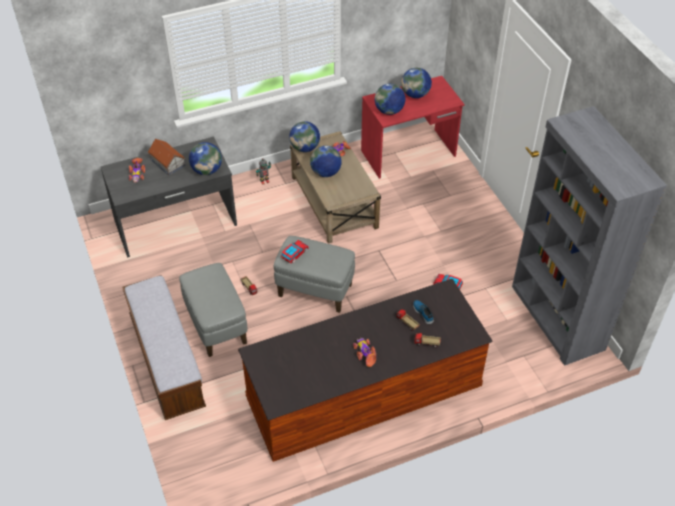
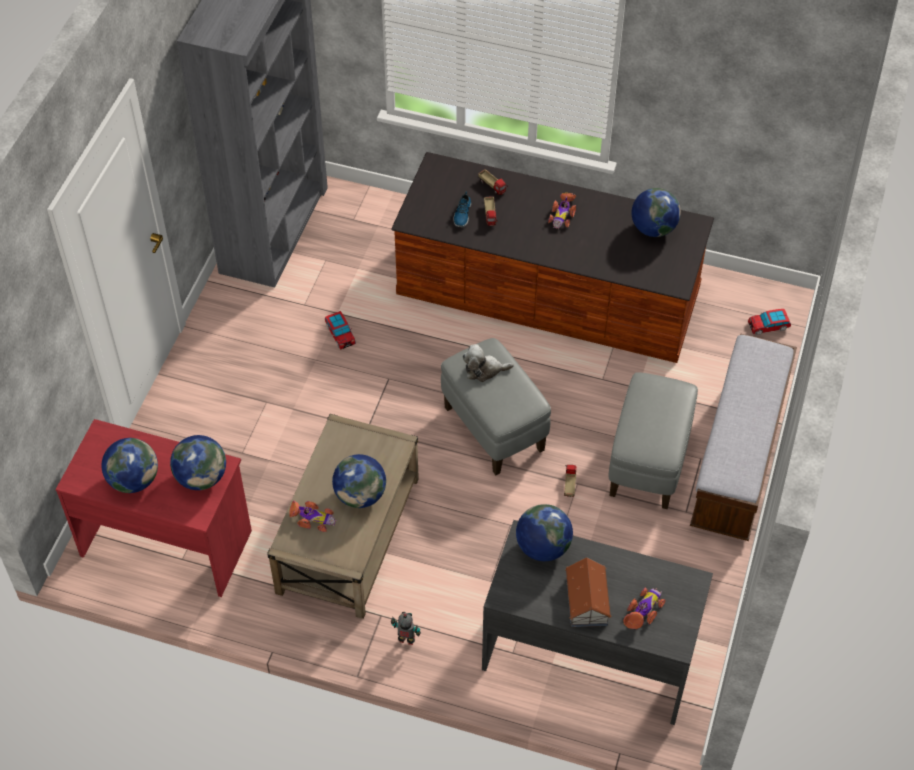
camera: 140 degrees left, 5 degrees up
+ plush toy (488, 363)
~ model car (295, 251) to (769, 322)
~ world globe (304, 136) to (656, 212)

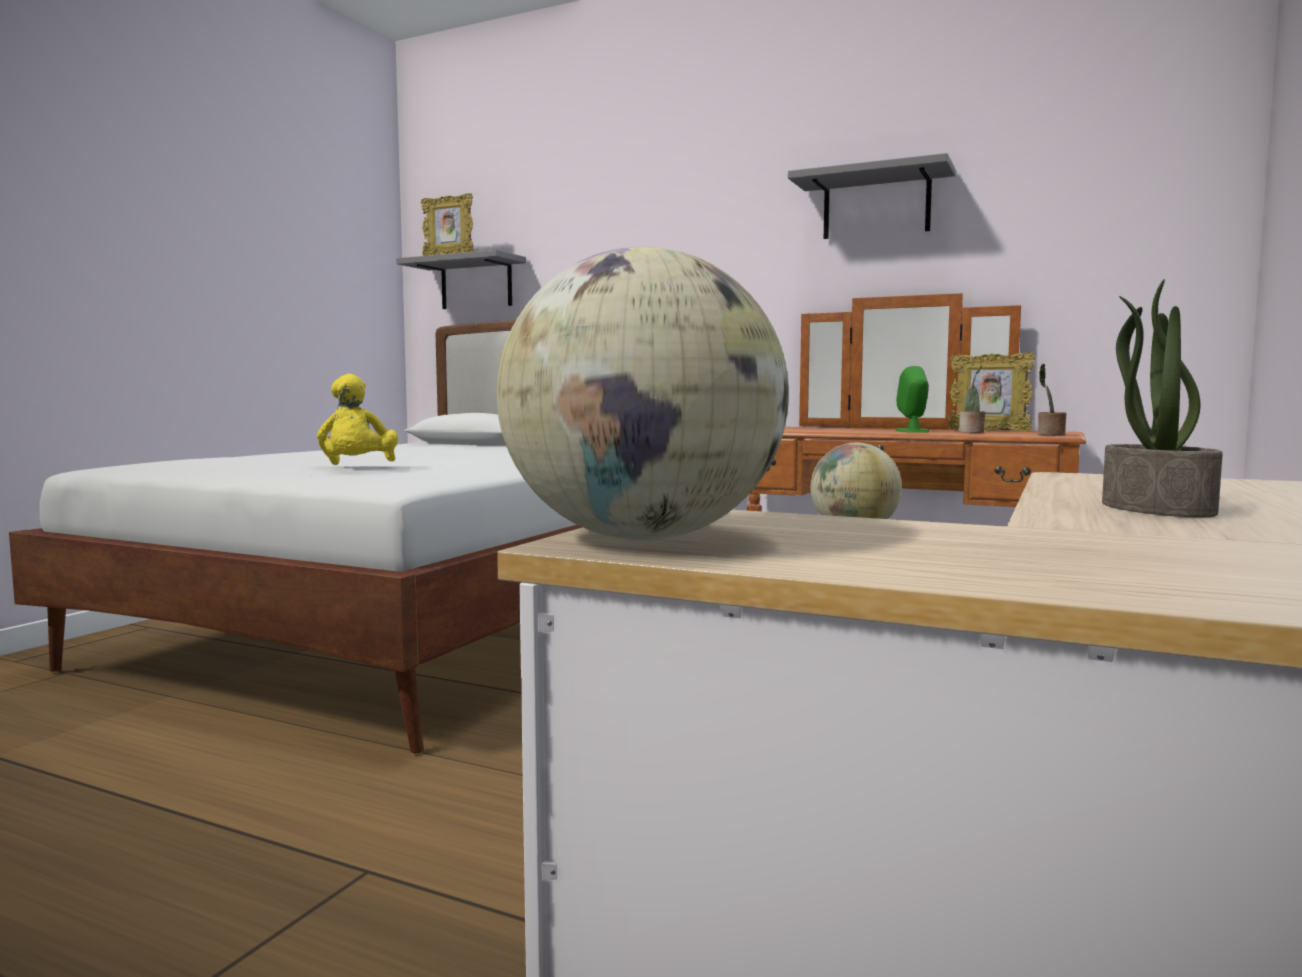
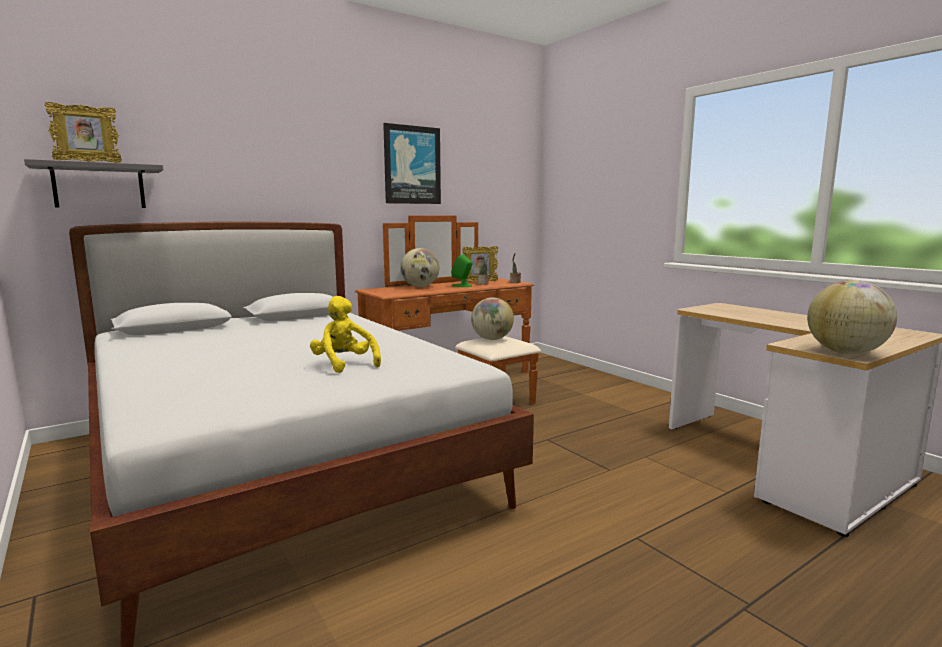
camera: 60 degrees left, 5 degrees up
- houseplant (1162, 398)
+ world globe (419, 267)
~ greyish wall shelf (871, 196) to wall art (412, 163)
~ yellow-coloured plush toy (357, 419) = (345, 334) 150 degrees counterclockwise

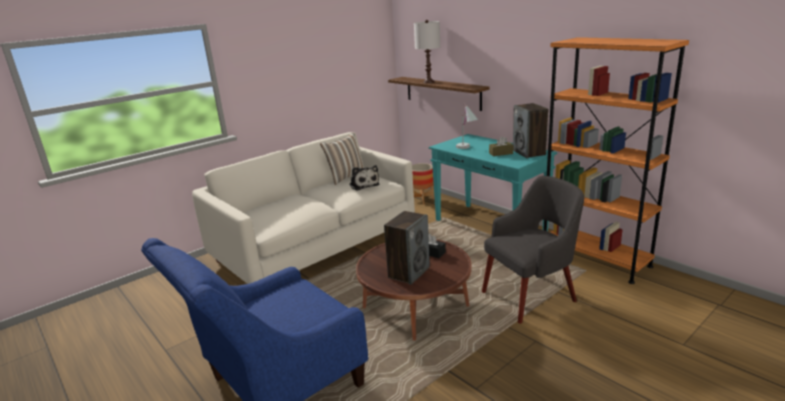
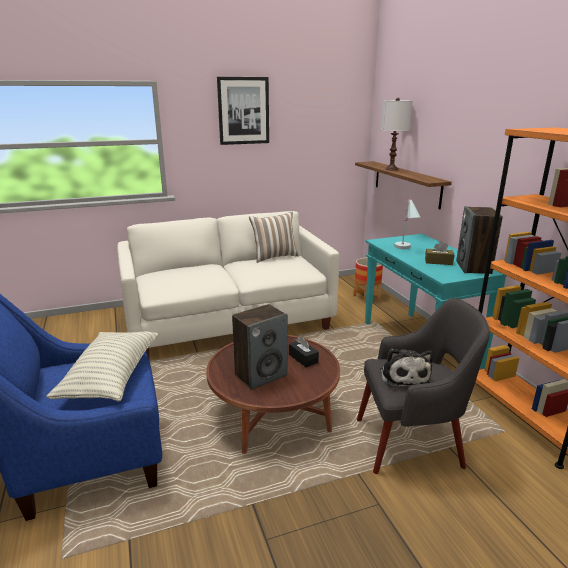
camera: 20 degrees right, 0 degrees up
+ cushion (102, 366)
+ wall art (243, 111)
~ plush toy (364, 178) to (406, 368)

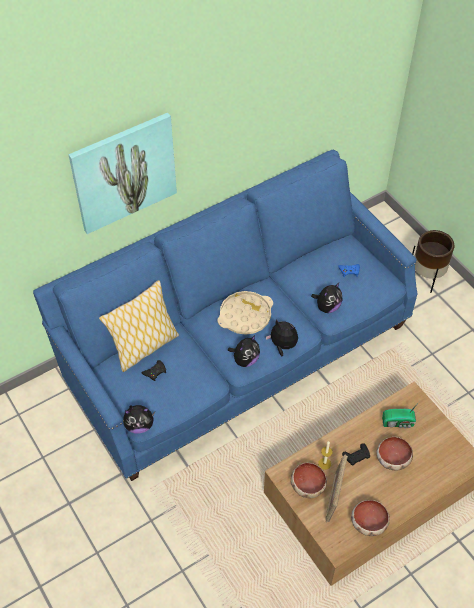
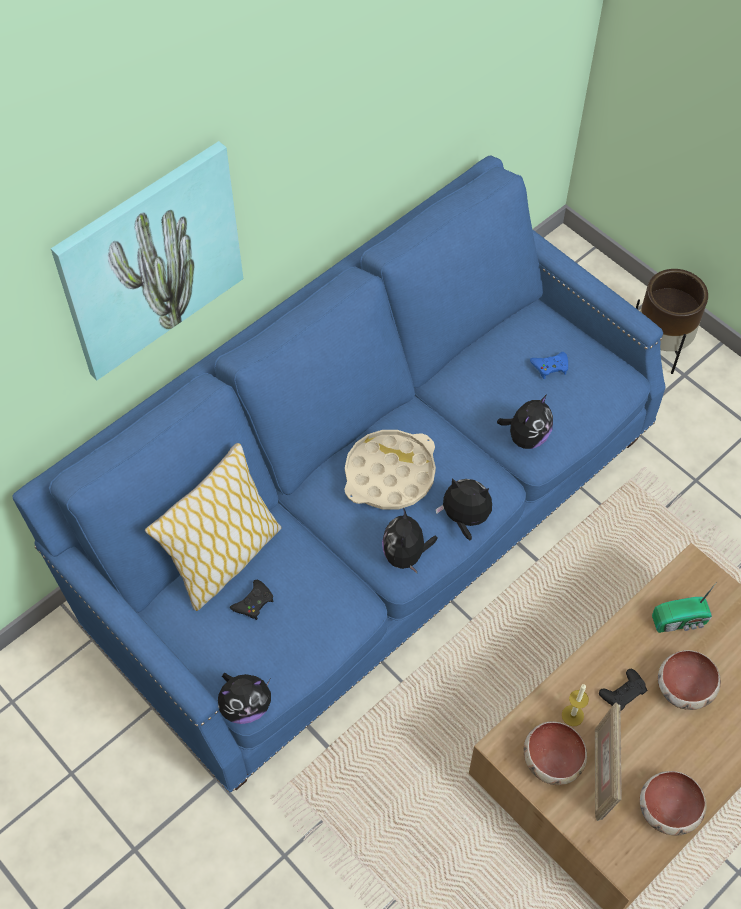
camera: 10 degrees left, 5 degrees up
~ plush toy (244, 351) = (410, 540) 150 degrees clockwise

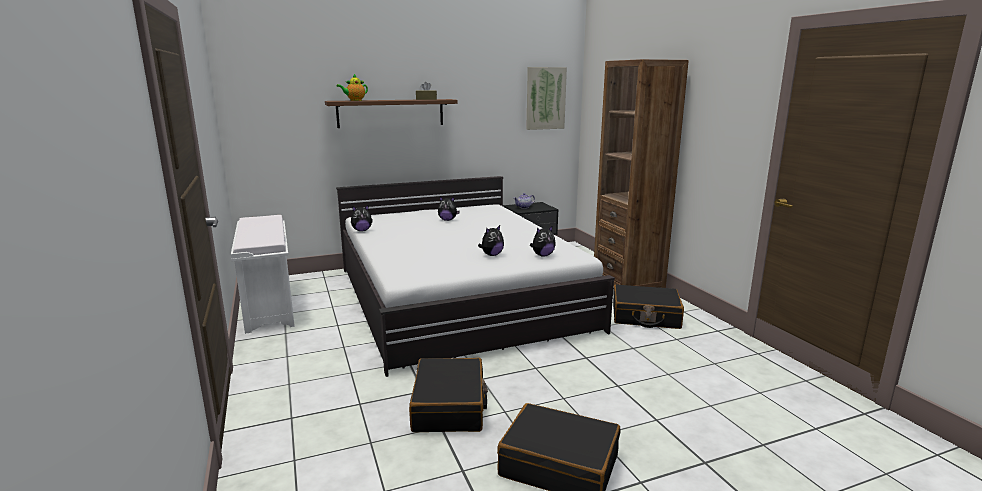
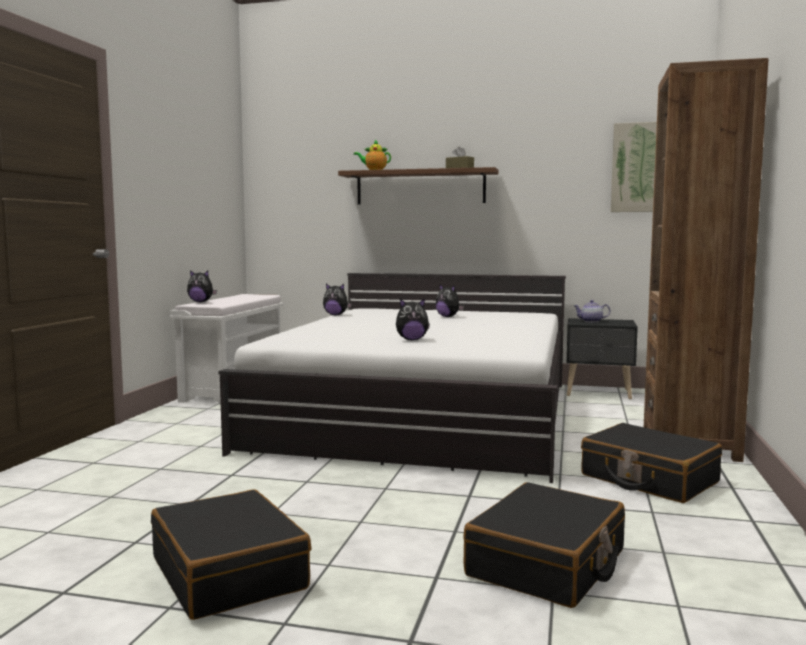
camera: 35 degrees right, 10 degrees down
~ blackish piece of luggage (448, 395) to (544, 545)
~ plush toy (543, 240) to (202, 286)

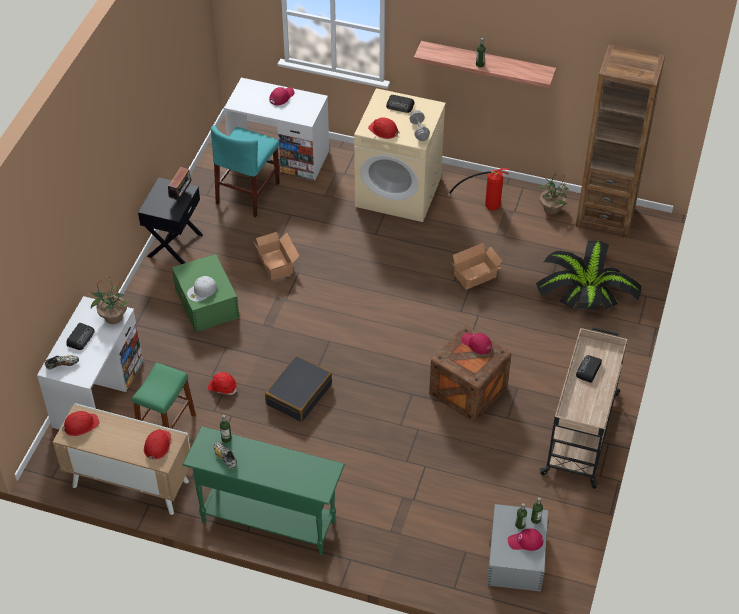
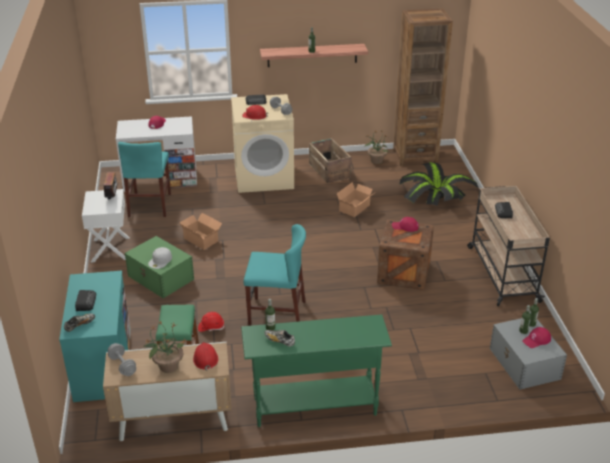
camera: 25 degrees left, 15 degrees down
~ houseplant (109, 300) to (165, 346)
~ reddish safety helmet (80, 423) to greyish dumbbell (122, 359)
~ blackish piece of luggage (298, 388) to blue-green plain chair (274, 275)
~ fire extinguisher (479, 189) to shipping crate (330, 160)
~ white desk (90, 362) to blue-green desk (95, 336)
~ blackish bedside table (170, 220) to white bedside table (106, 226)

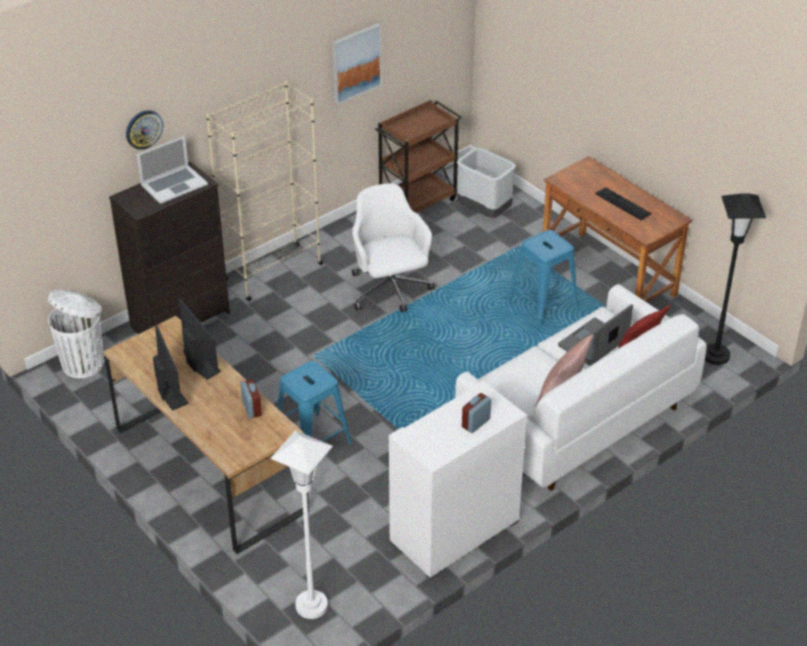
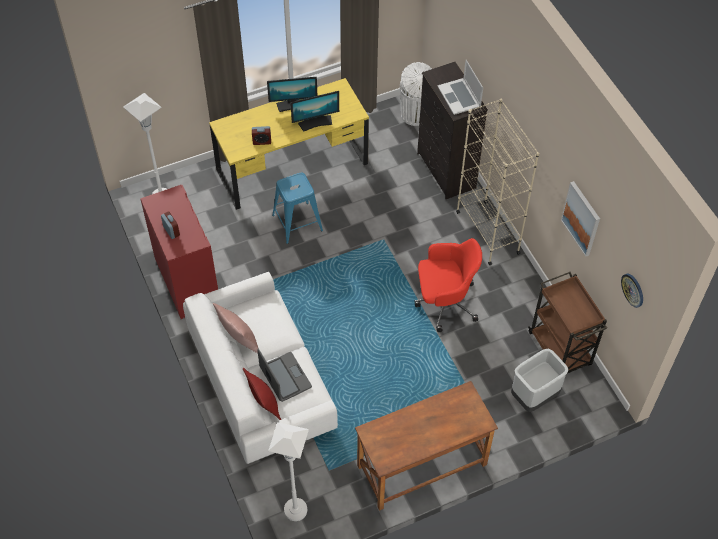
camera: 105 degrees right, 15 degrees up
- bluish stool (543, 279)
- keyboard (623, 204)
~ hanging clock (145, 130) to (632, 291)
~ brownish desk (206, 435) to yellow-coloured desk (289, 144)
~ white desk chair (393, 248) to reddish desk chair (448, 285)
~ white cabinet (458, 480) to reddish cabinet (179, 252)
~ blackish floor lamp (735, 279) to white floor lamp (288, 471)

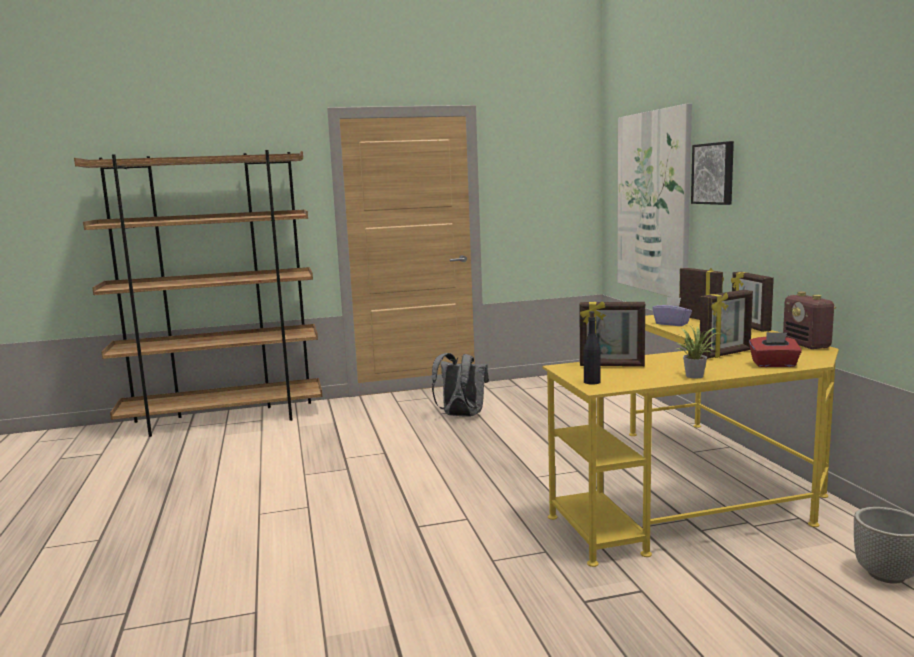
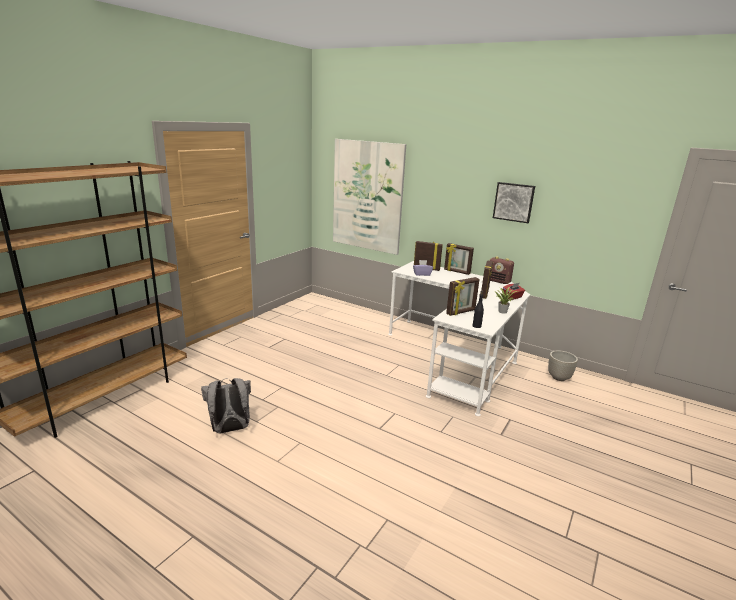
camera: 45 degrees left, 10 degrees up
~ greyish backpack (460, 385) to (226, 405)
~ wall art (712, 173) to (514, 202)
~ yellow-coloured desk (691, 441) to white desk (459, 338)

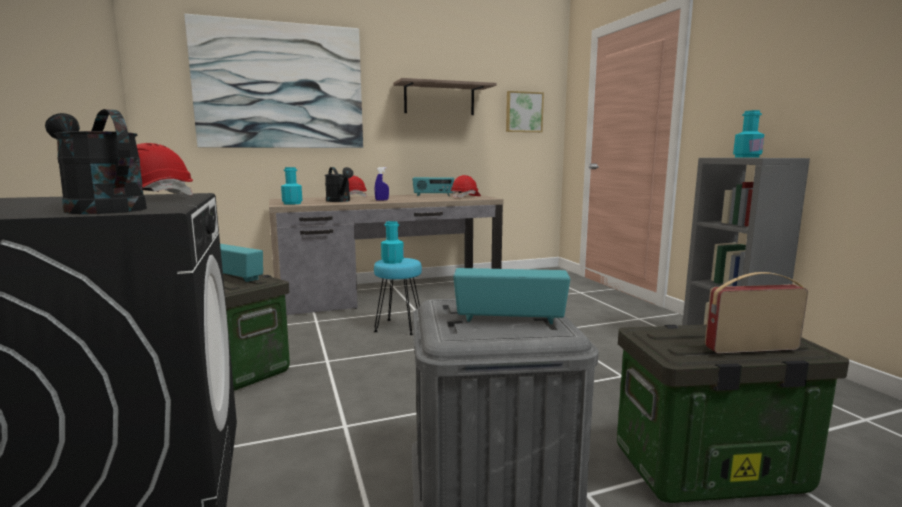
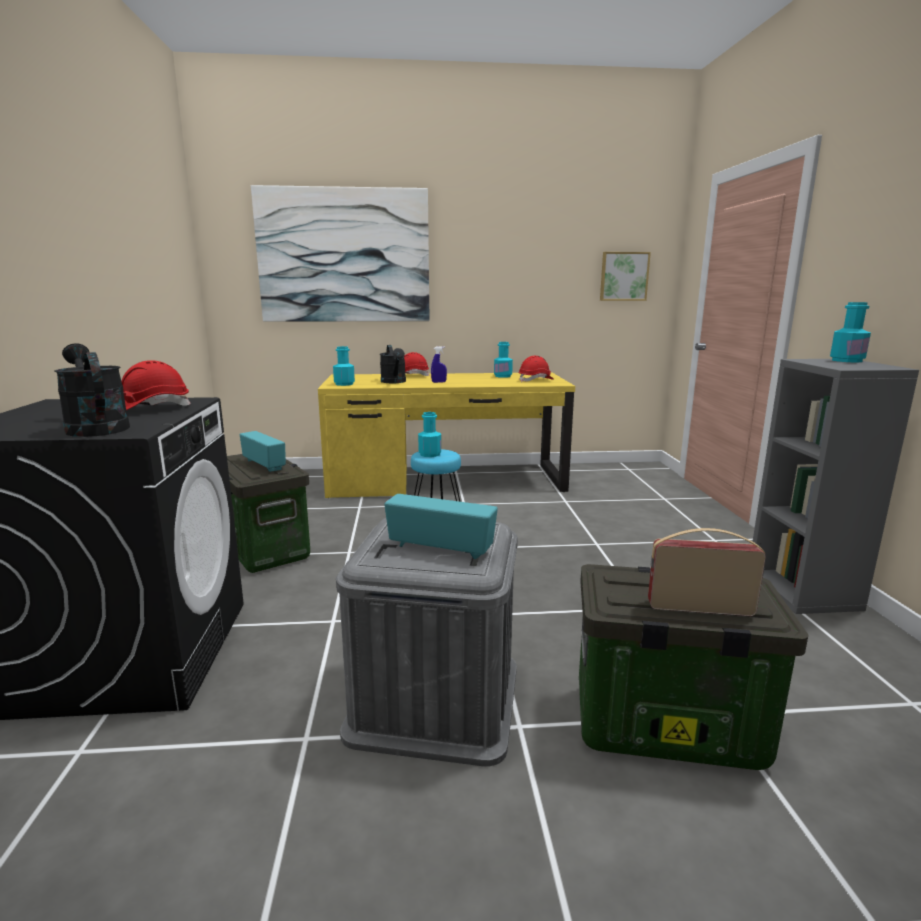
camera: 15 degrees right, 5 degrees up
- wall shelf (445, 96)
~ radio receiver (433, 186) to blue-green drink bottle (503, 360)
~ brownish desk (386, 254) to yellow-coloured desk (446, 435)

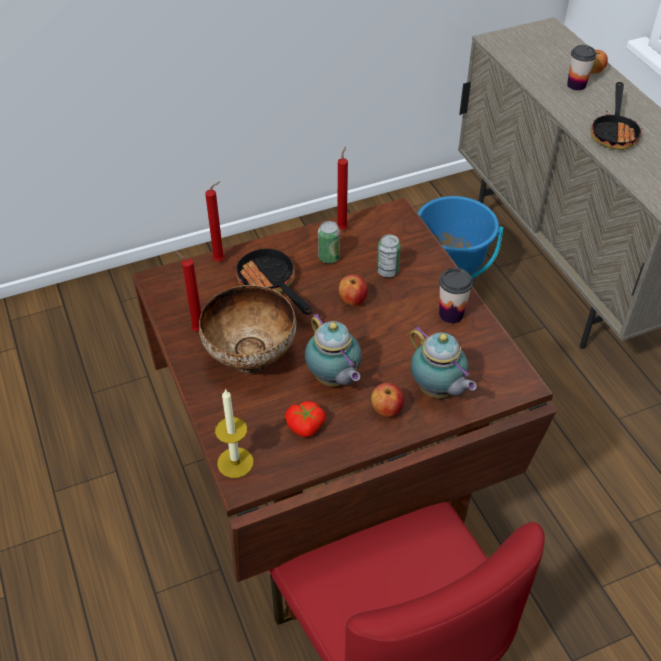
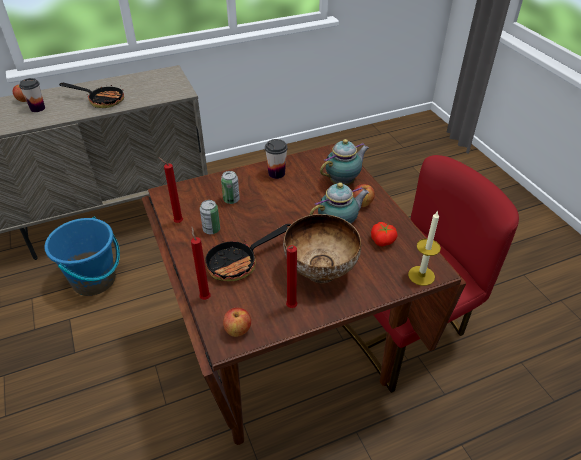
camera: 90 degrees left, 5 degrees down
~ apple fruit (353, 290) to (237, 322)

